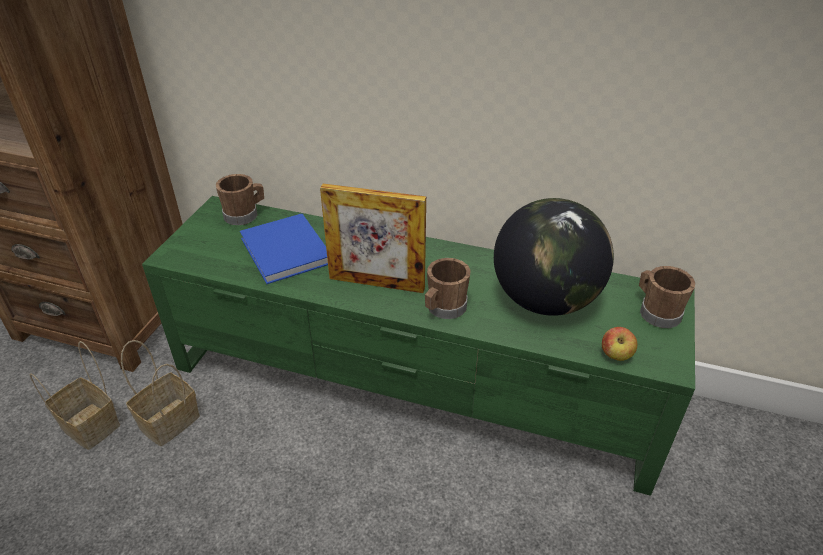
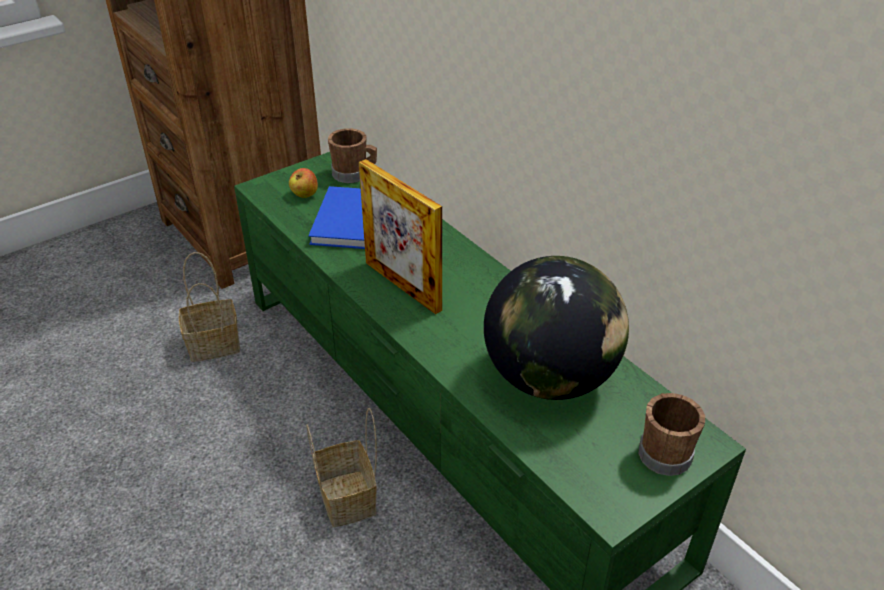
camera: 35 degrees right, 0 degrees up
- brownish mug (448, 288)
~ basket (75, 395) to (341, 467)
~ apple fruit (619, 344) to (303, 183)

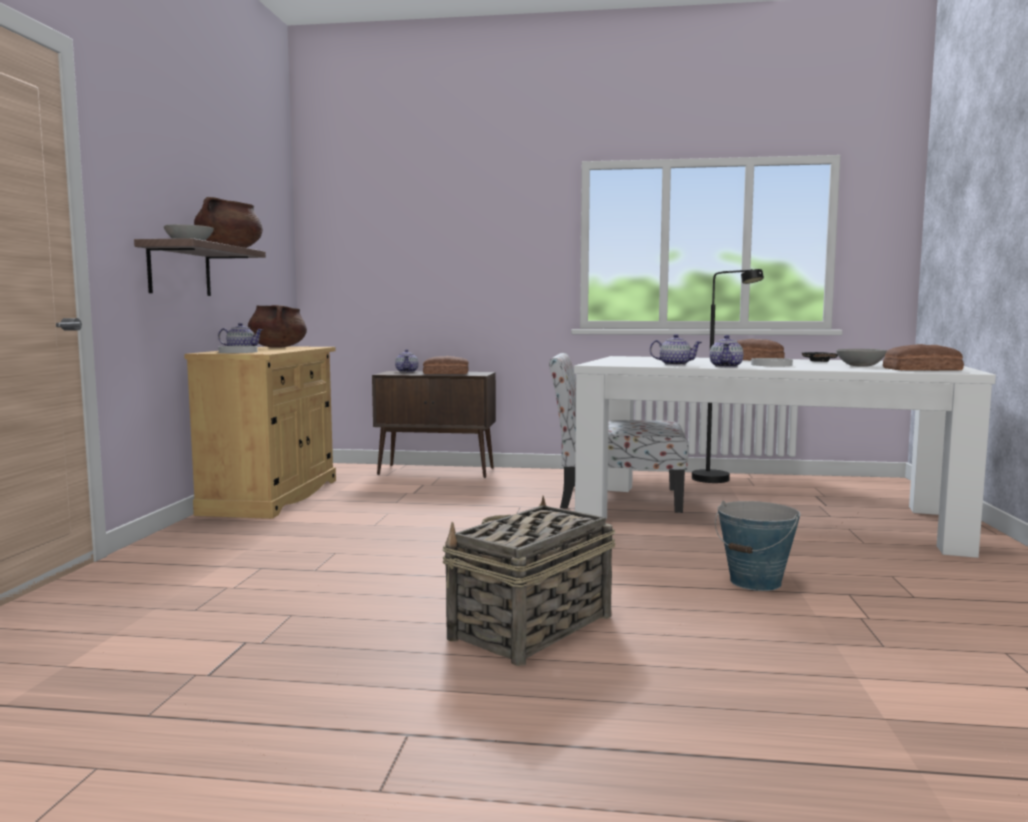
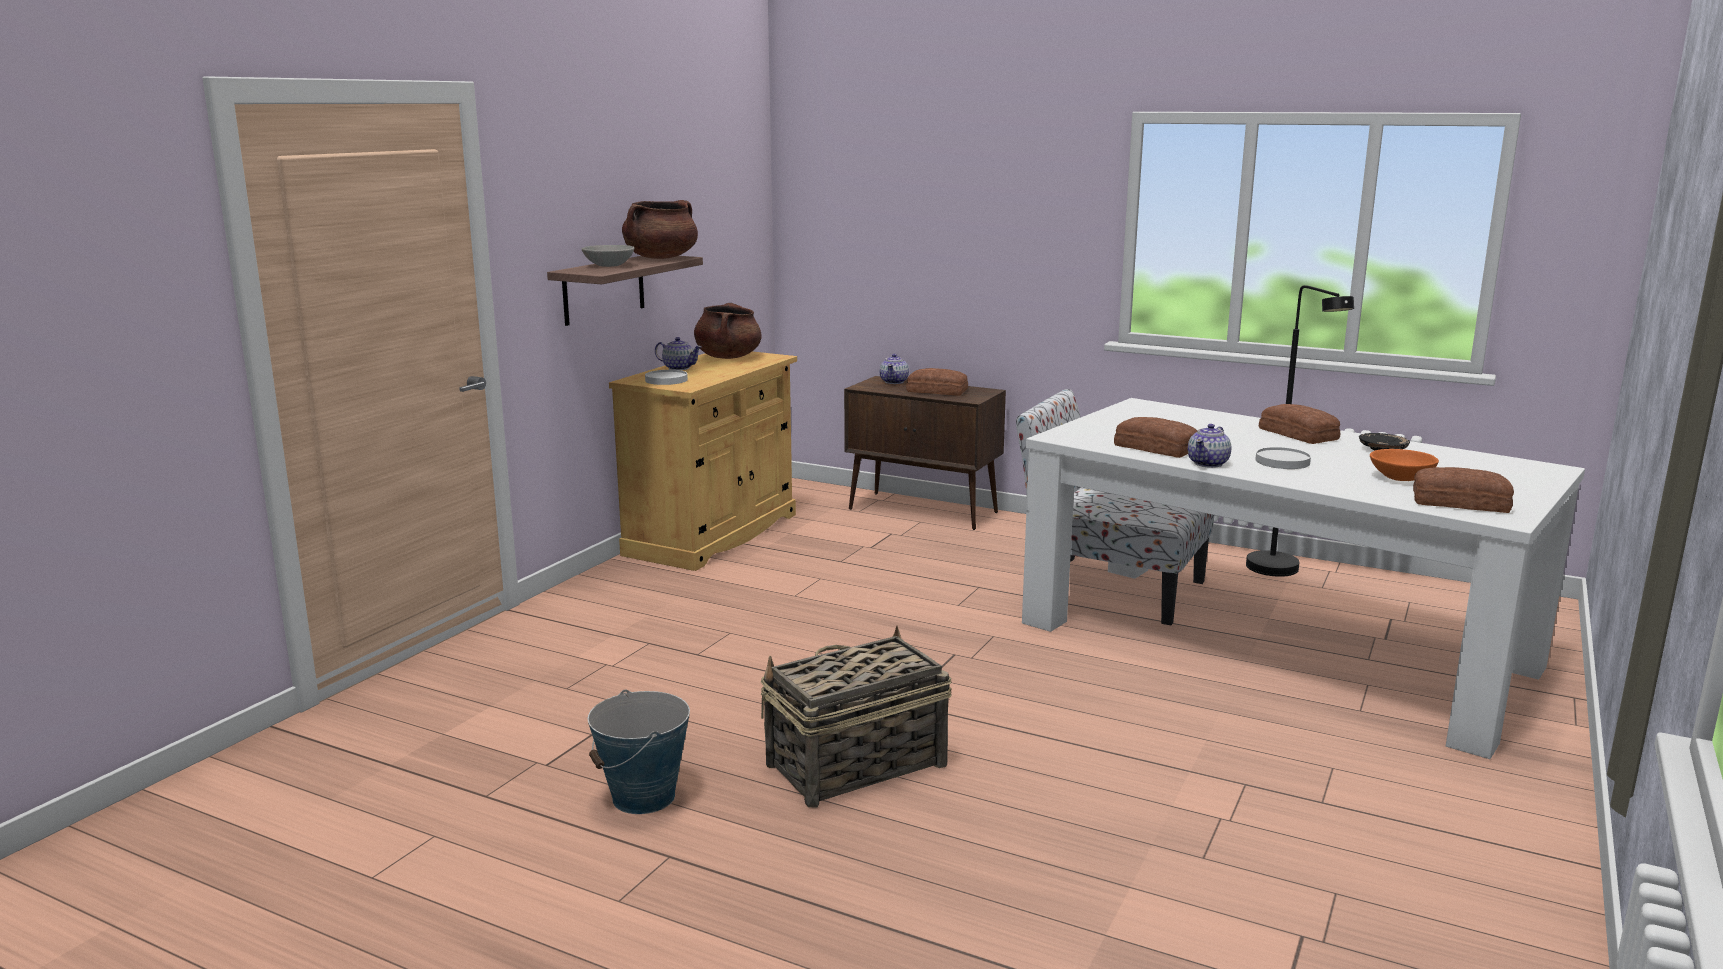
camera: 20 degrees right, 10 degrees up
~ pail (758, 546) to (639, 751)
~ teapot (676, 349) to bread (1155, 437)
~ greyish bowl (861, 358) to orangey bowl (1404, 465)

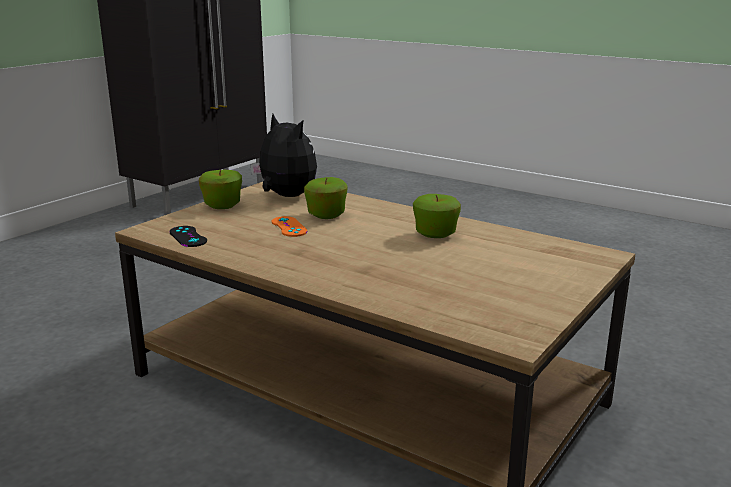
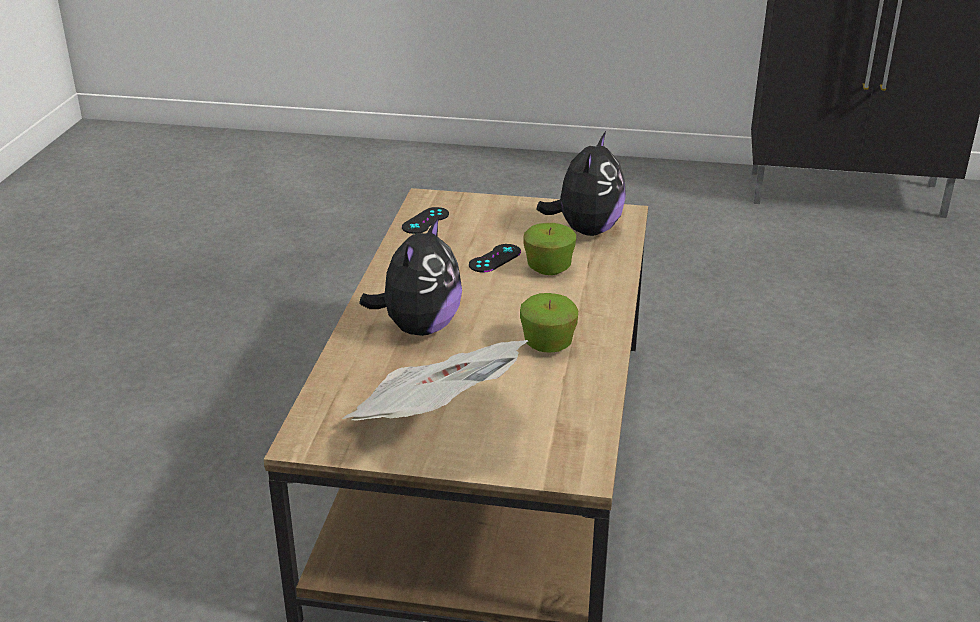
camera: 65 degrees right, 10 degrees up
- apple fruit (220, 189)
+ newspaper (435, 380)
+ plush toy (410, 276)
~ orangey joypad (289, 226) to blackish joypad (495, 258)

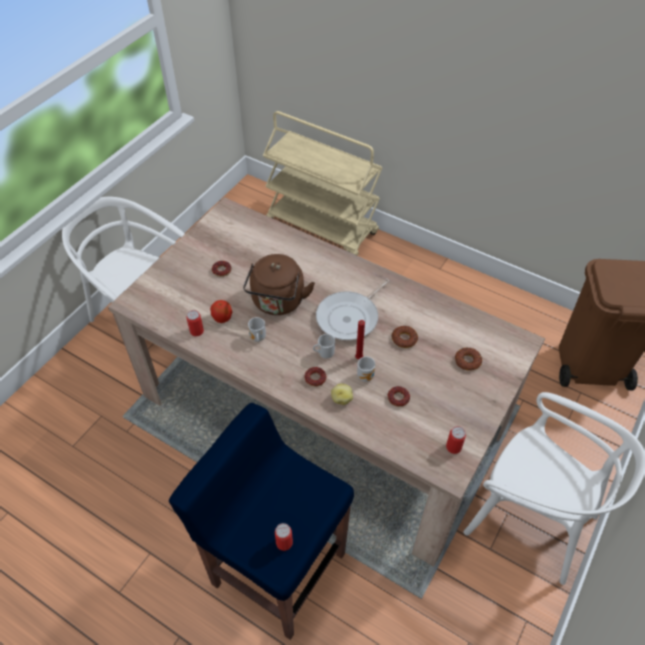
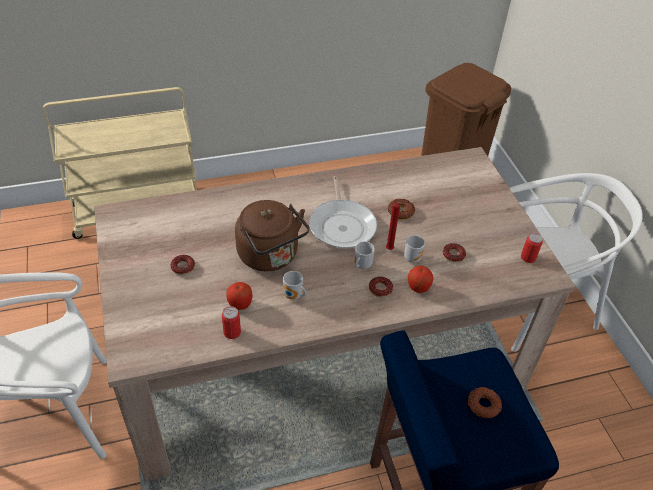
camera: 50 degrees left, 5 degrees down
- metal can (284, 537)
~ donut (468, 359) to (485, 402)
~ potato (342, 394) to apple fruit (420, 279)

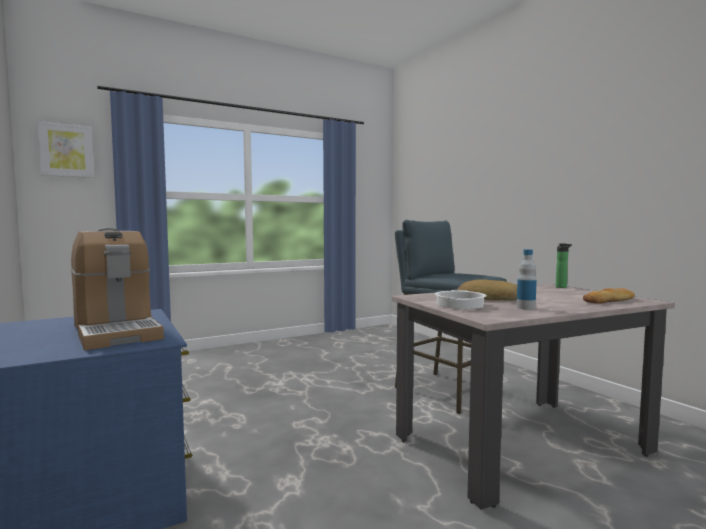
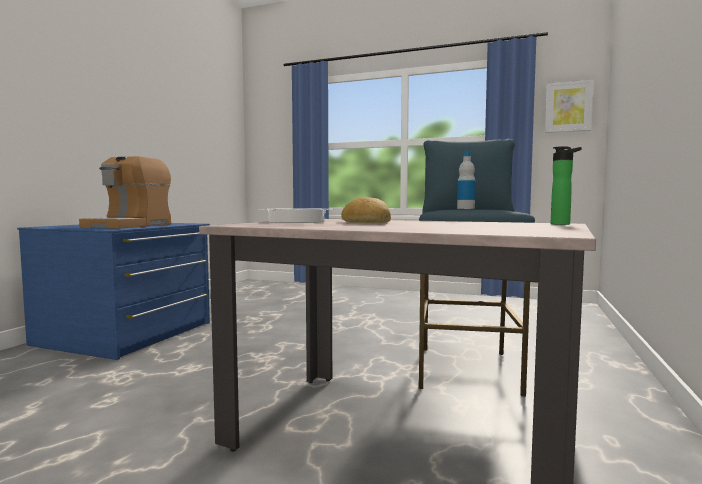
camera: 50 degrees right, 0 degrees up
- bread (609, 296)
~ wall art (66, 149) to (569, 106)
~ drink bottle (527, 279) to (466, 180)

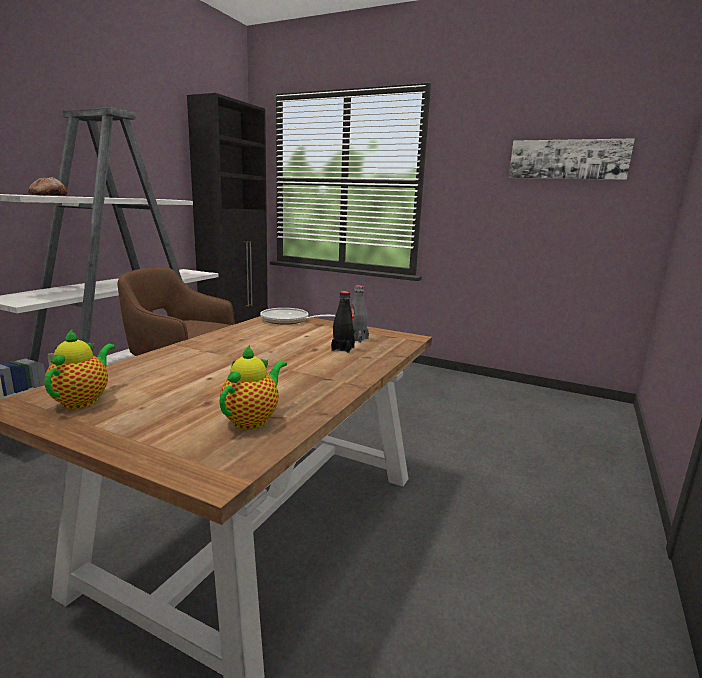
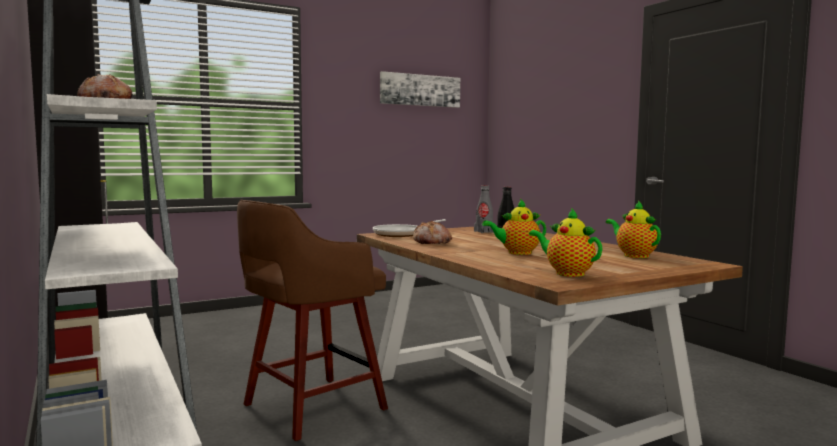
camera: 55 degrees left, 10 degrees down
+ bread (432, 232)
+ teapot (514, 227)

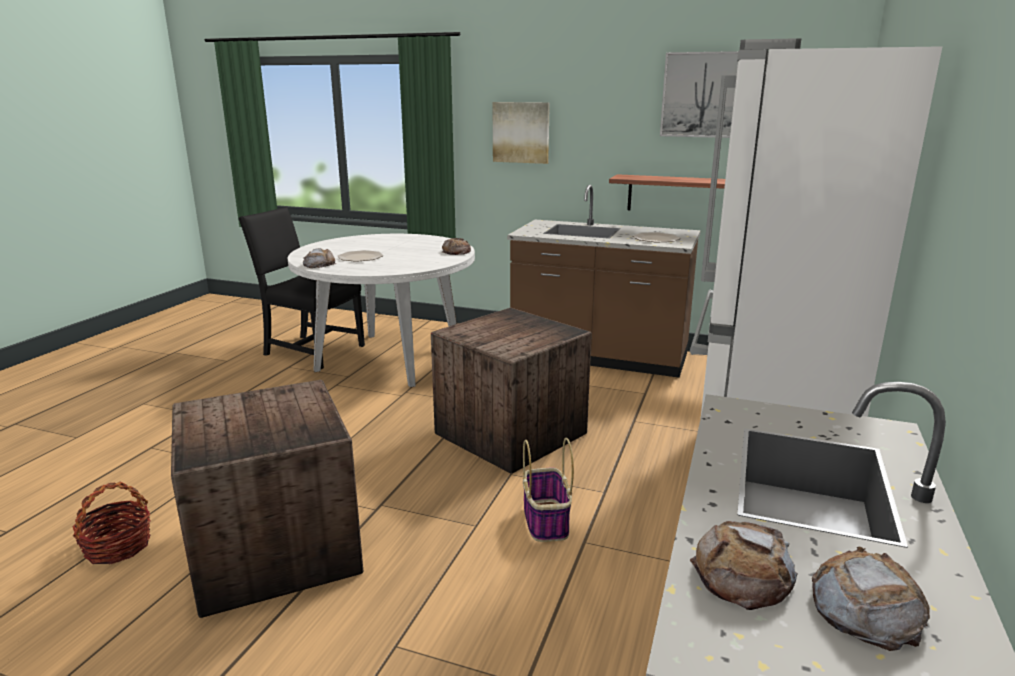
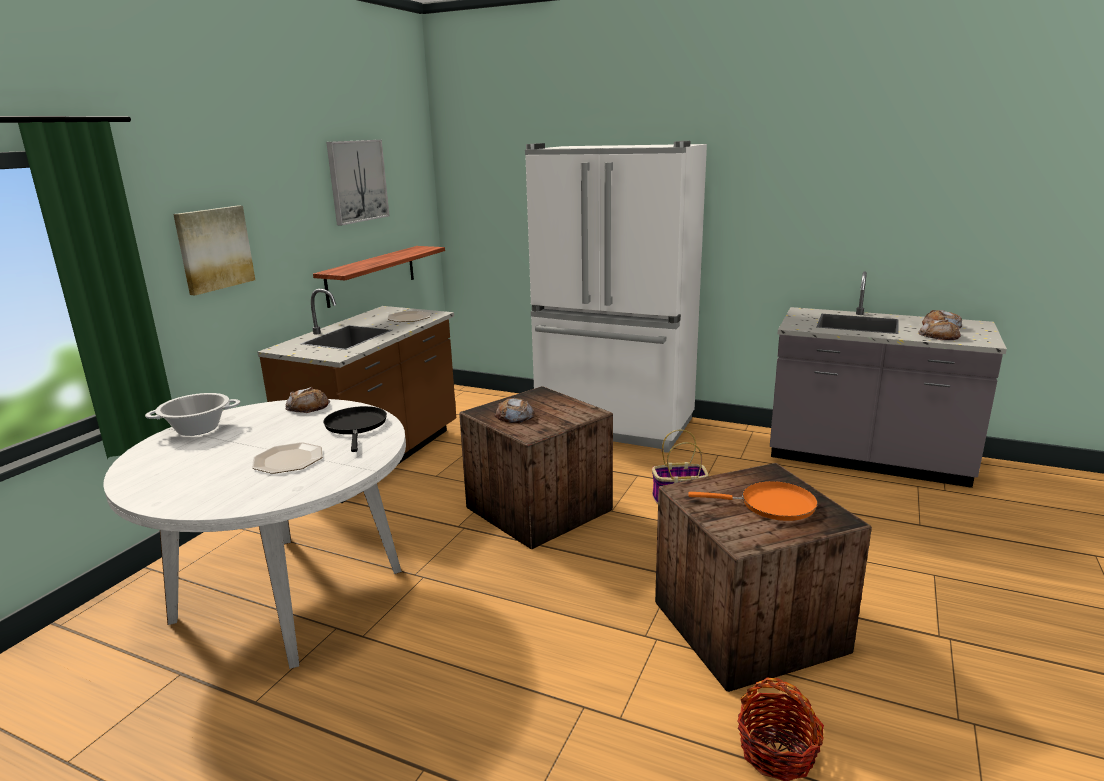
camera: 85 degrees left, 0 degrees up
- blackish plain chair (301, 288)
+ cooking pot (192, 414)
+ blackish skillet (355, 429)
+ orangey skillet (753, 501)
~ bread (319, 258) to (514, 410)

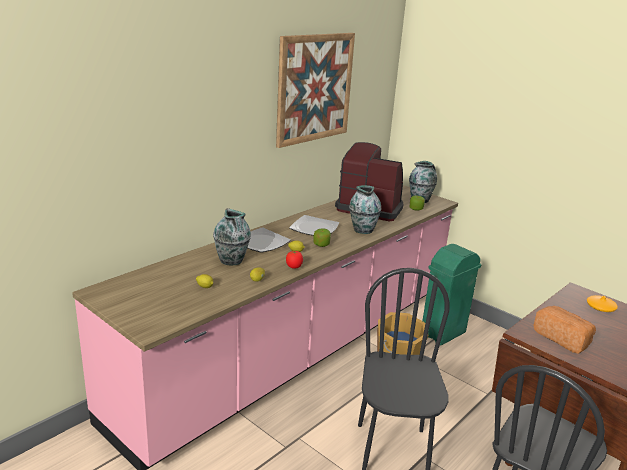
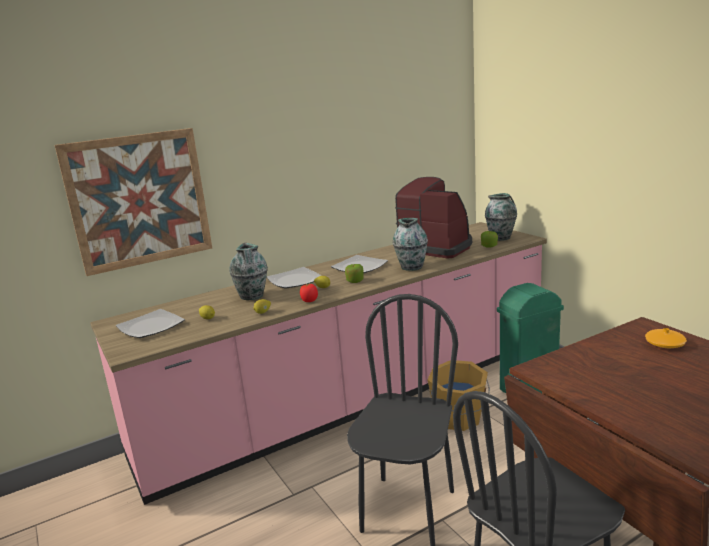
camera: 20 degrees right, 5 degrees down
- bread (564, 330)
+ flat dish (150, 323)
~ wall art (315, 90) to (133, 202)

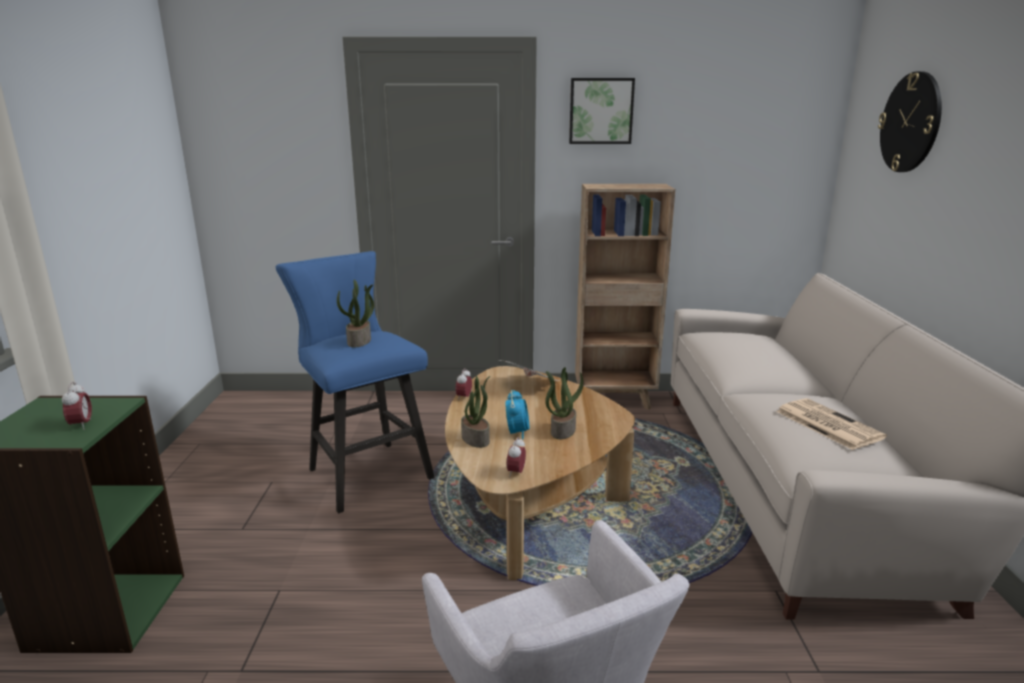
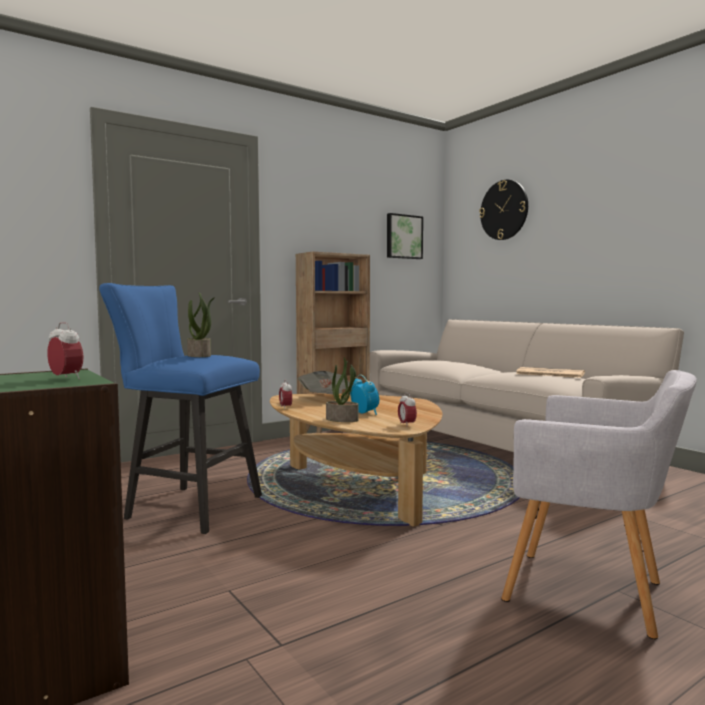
camera: 35 degrees left, 15 degrees down
- houseplant (564, 403)
~ wall art (602, 111) to (405, 236)

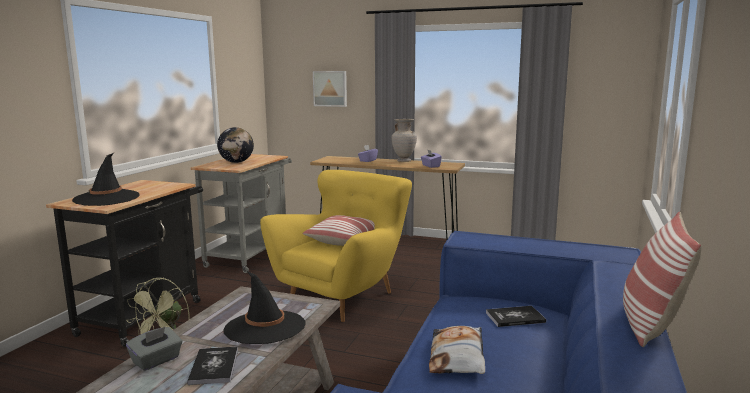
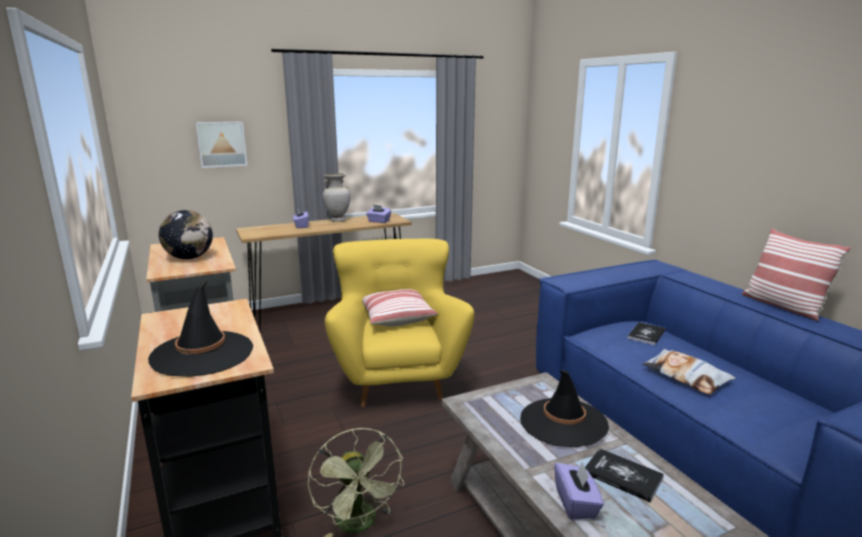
camera: 45 degrees left, 5 degrees up
~ greyish tissue holder (154, 349) to purple-coloured tissue holder (579, 490)

